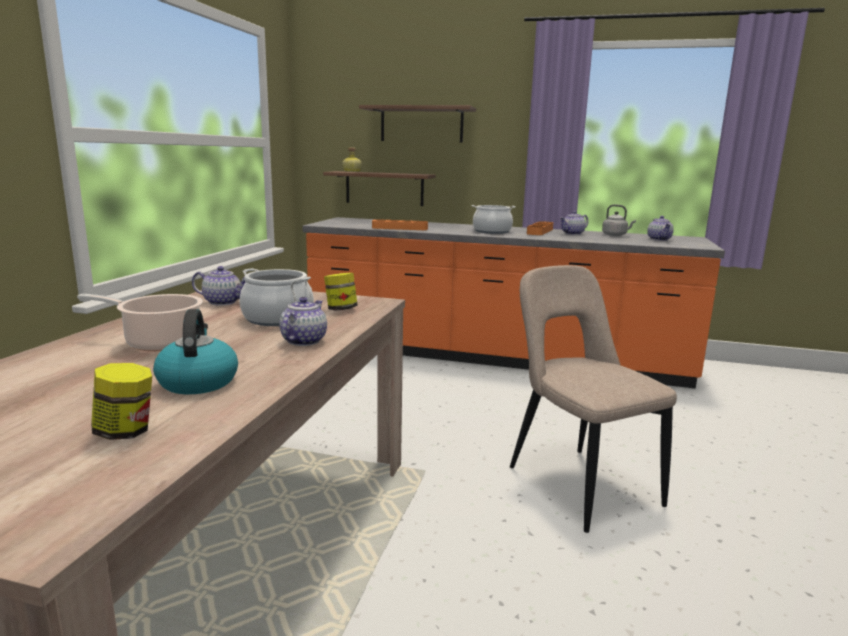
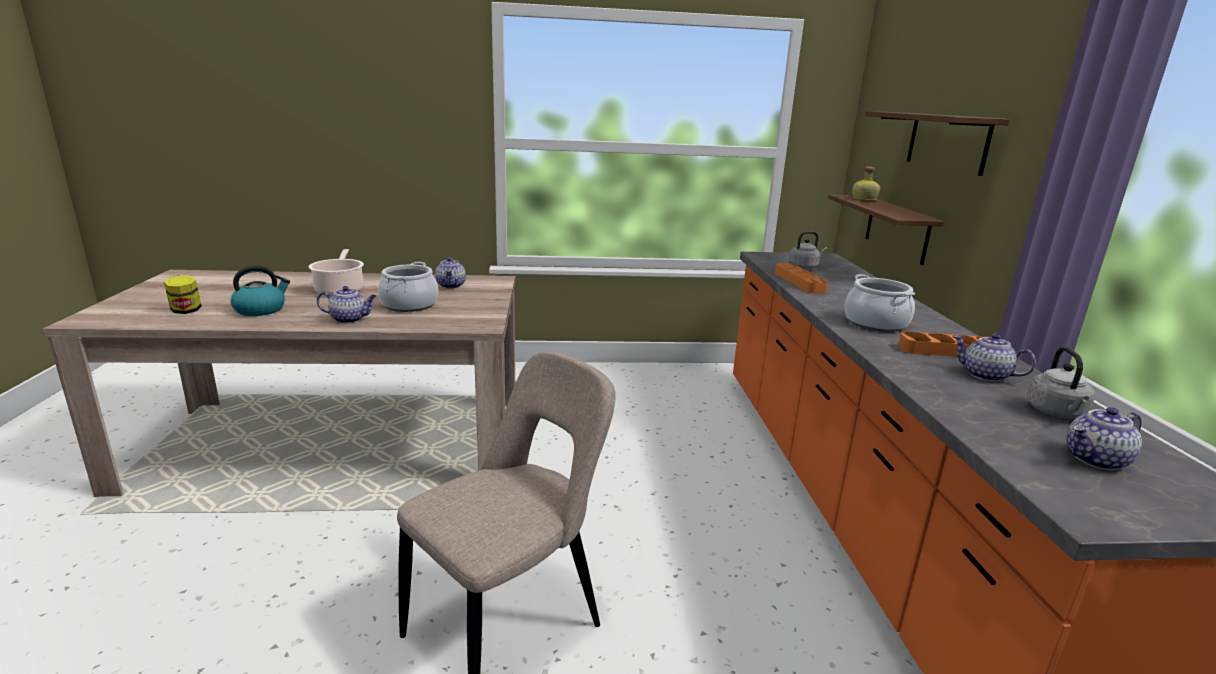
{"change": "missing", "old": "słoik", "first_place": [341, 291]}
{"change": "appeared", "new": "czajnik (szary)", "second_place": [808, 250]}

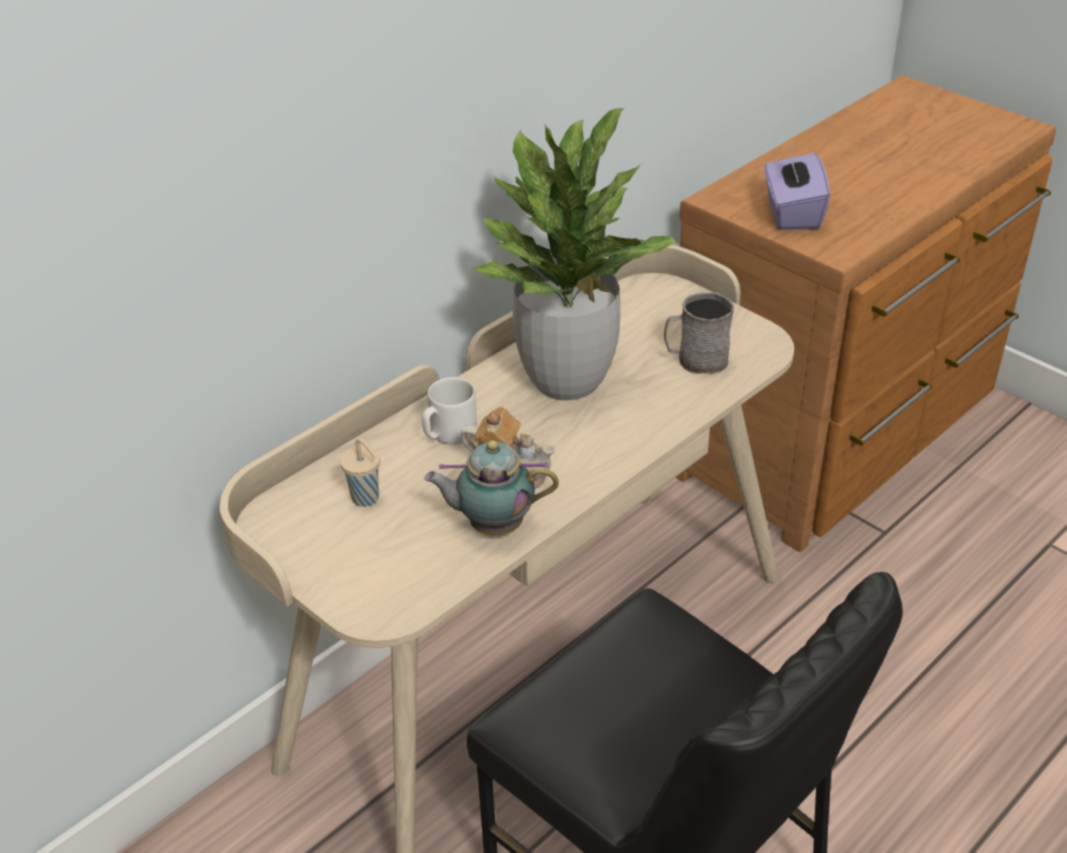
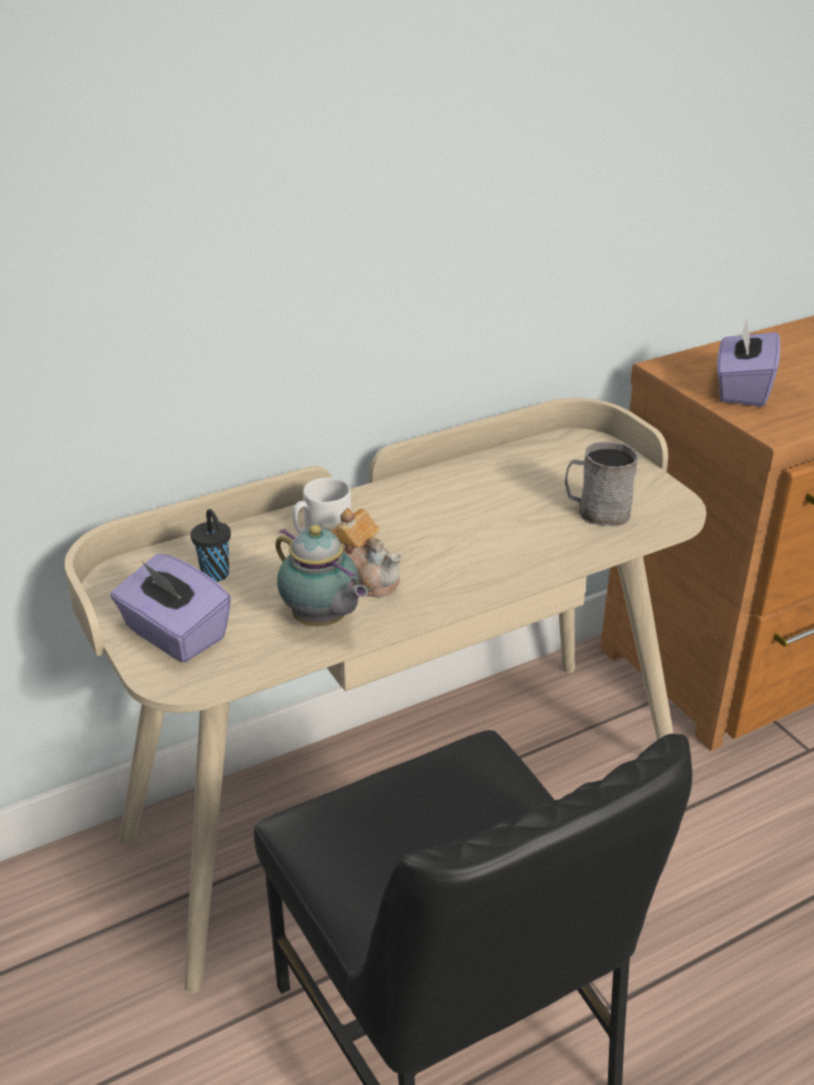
{"change": "missing", "old": "roślina doniczkowa", "first_place": [575, 254]}
{"change": "appeared", "new": "pudełko chusteczek (fioletowy)", "second_place": [170, 608]}
{"change": "colour", "old": "filiżanka (beżowy)", "new": "filiżanka (czarny)", "first_place": [360, 472], "second_place": [210, 545]}
{"change": "spun", "old": "imbryk", "first_place": [491, 488], "second_place": [321, 576], "degrees": -150}

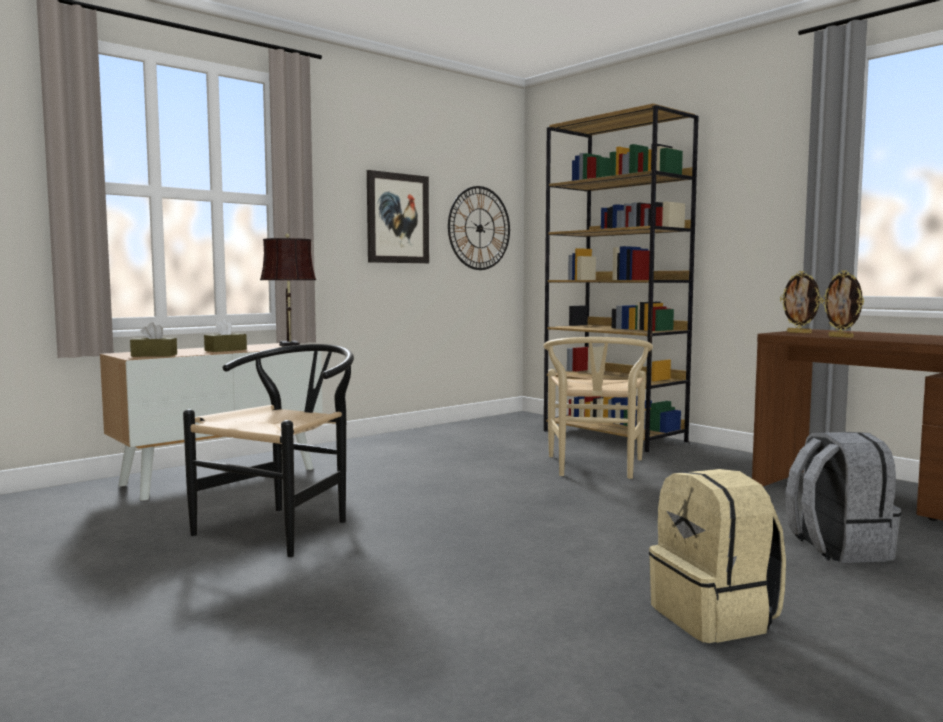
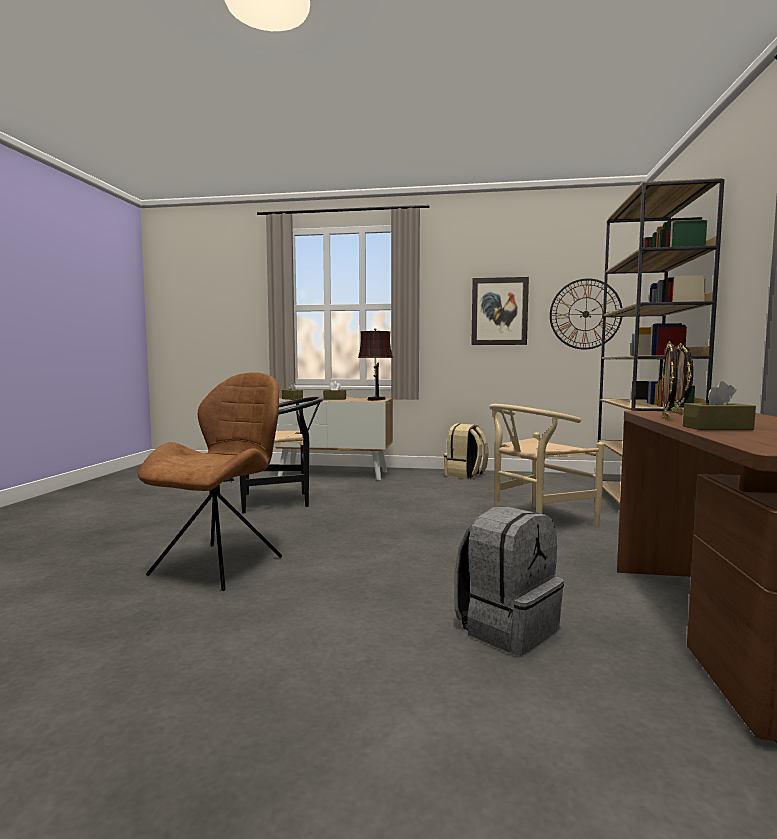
{"change": "appeared", "new": "krzesło (brązowy)", "second_place": [210, 481]}
{"change": "appeared", "new": "pudełko chusteczek (brązowy)", "second_place": [719, 405]}
{"change": "relocated", "old": "plecak (beżowy)", "first_place": [717, 556], "second_place": [466, 451]}

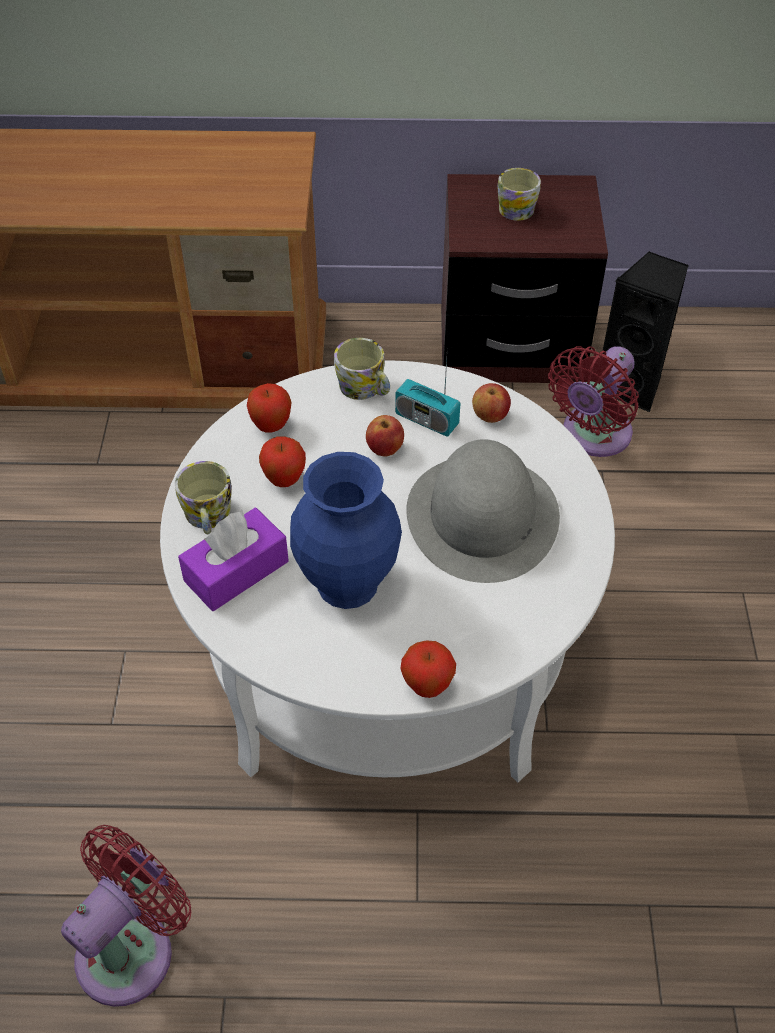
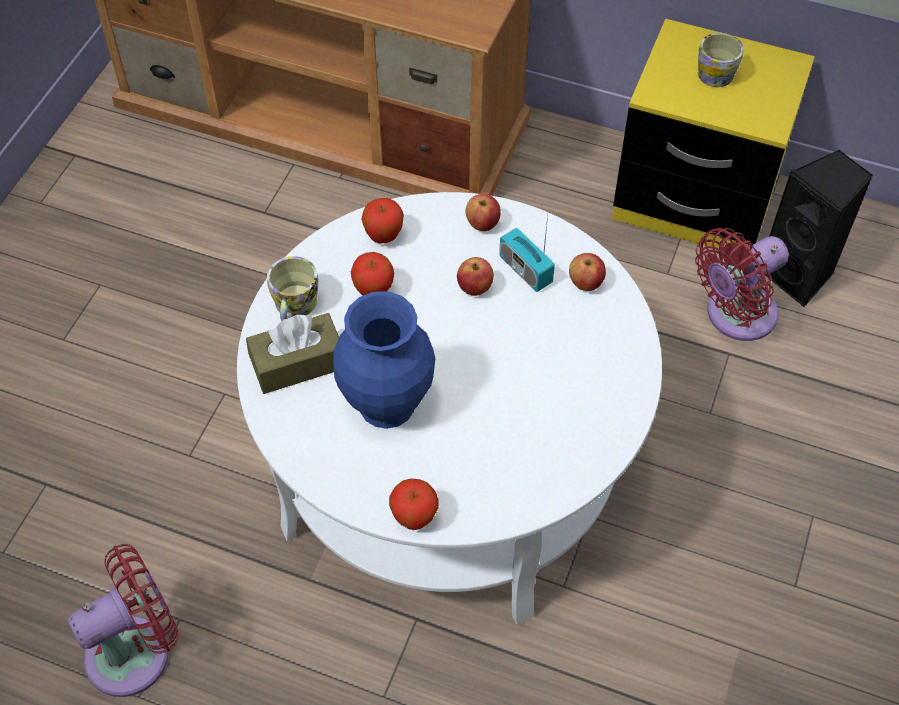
{"change": "missing", "old": "kapelusz (szary)", "first_place": [483, 511]}
{"change": "exchanged", "old": "kubek", "new": "jabłko", "first_place": [362, 369], "second_place": [483, 212]}
{"change": "colour", "old": "pudełko chusteczek (fioletowy)", "new": "pudełko chusteczek (brązowy)", "first_place": [233, 559], "second_place": [292, 353]}
{"change": "colour", "old": "szafka nocna (brązowy)", "new": "szafka nocna (żółty)", "first_place": [524, 278], "second_place": [713, 134]}

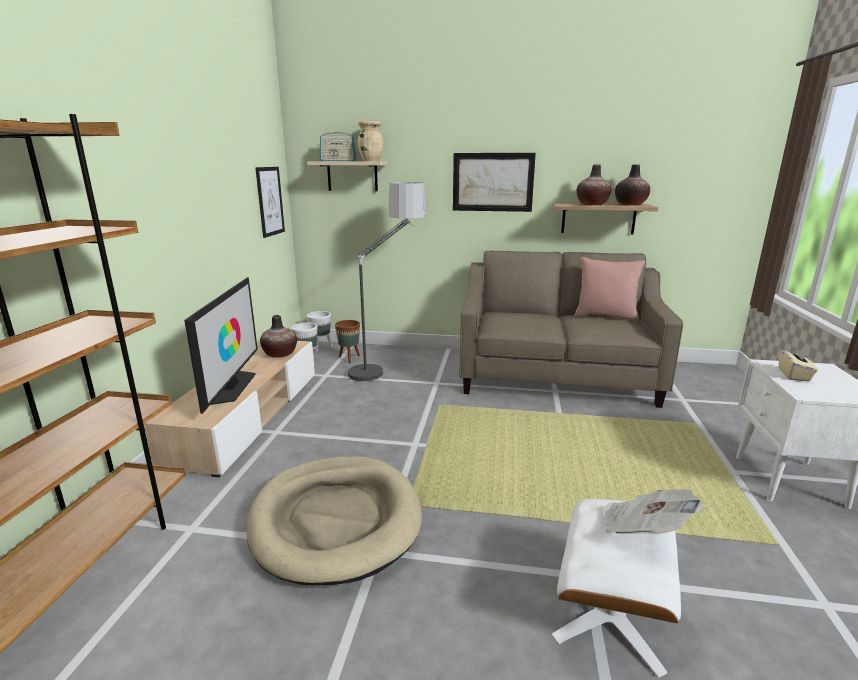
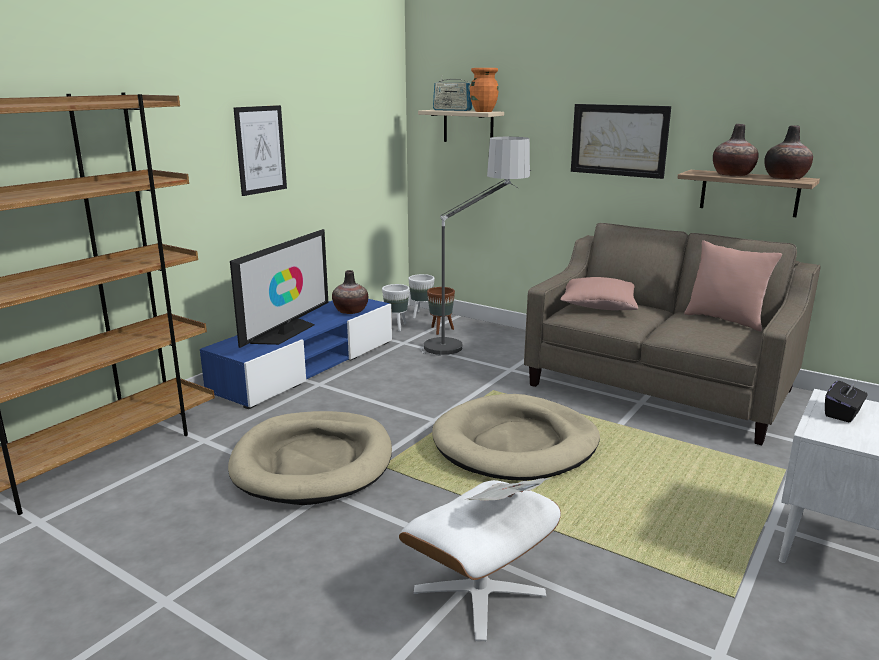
{"change": "appeared", "new": "legowisko (beżowy)", "second_place": [516, 437]}
{"change": "appeared", "new": "poduszka (różowy)", "second_place": [599, 293]}
{"change": "relocated", "old": "obraz", "first_place": [270, 202], "second_place": [260, 150]}
{"change": "colour", "old": "szafka pod telewizor (beżowy)", "new": "szafka pod telewizor (niebieski)", "first_place": [229, 409], "second_place": [296, 354]}
{"change": "colour", "old": "wazon (beżowy)", "new": "wazon (pomarańczowy)", "first_place": [370, 141], "second_place": [484, 90]}
{"change": "colour", "old": "pudełko chusteczek (beżowy)", "new": "pudełko chusteczek (czarny)", "first_place": [798, 364], "second_place": [846, 400]}

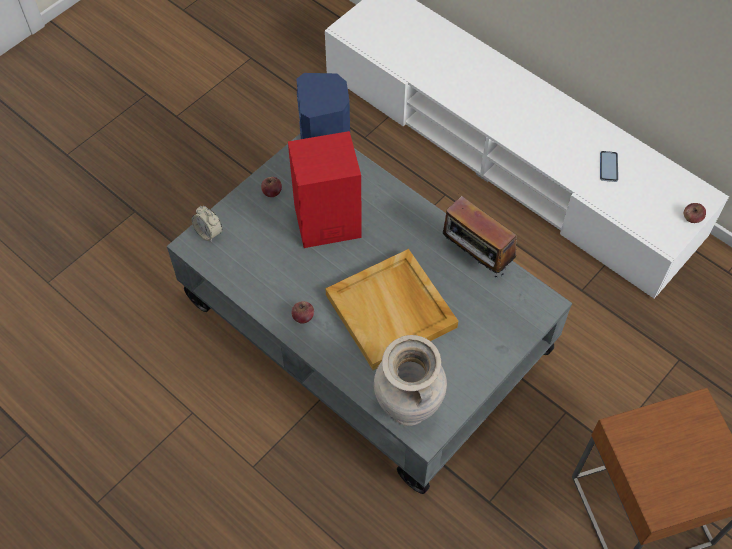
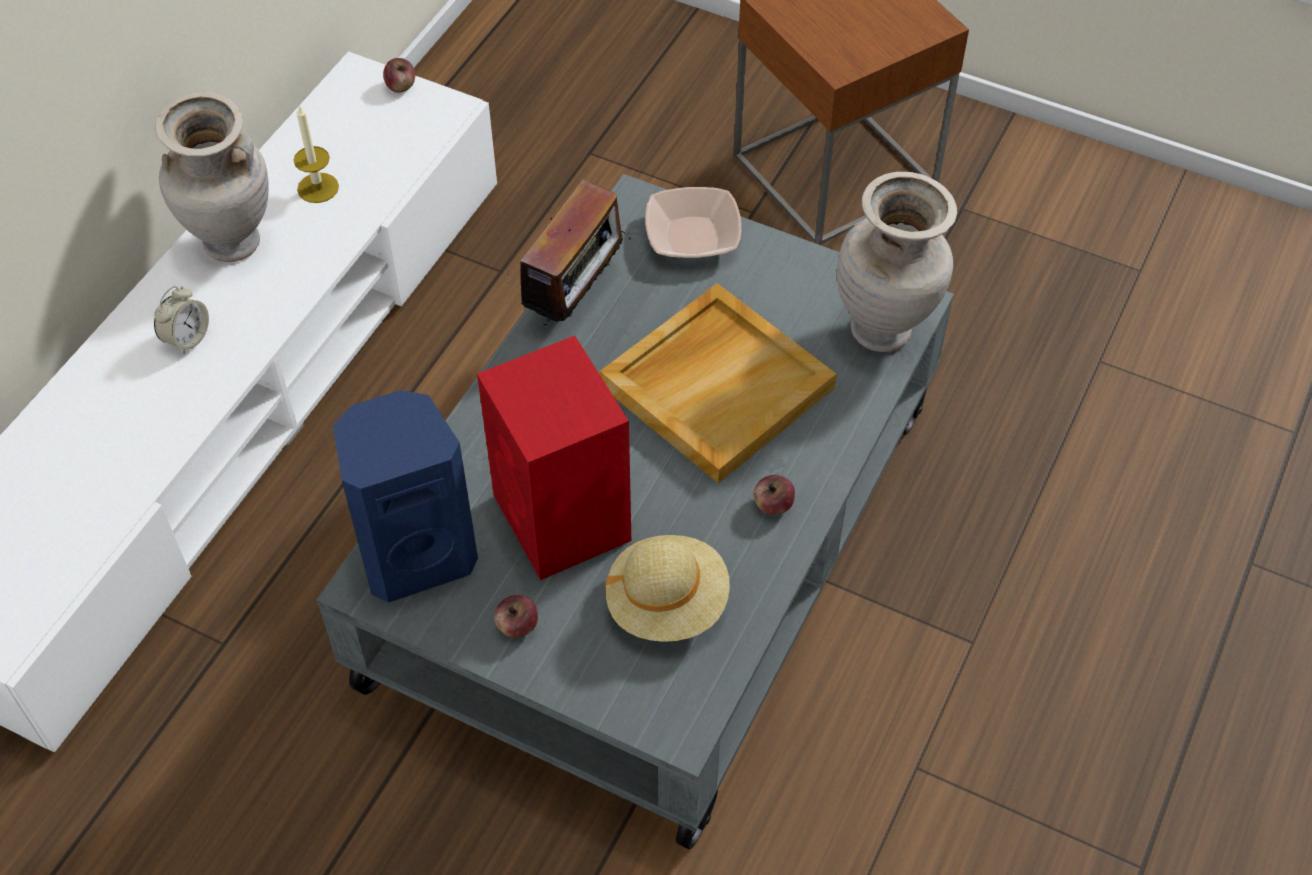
{"change": "appeared", "new": "wazon (beżowy)", "second_place": [212, 177]}
{"change": "appeared", "new": "kapelusz (beżowy)", "second_place": [667, 588]}
{"change": "appeared", "new": "miska", "second_place": [693, 222]}
{"change": "relocated", "old": "budzik", "first_place": [207, 224], "second_place": [181, 320]}
{"change": "exchanged", "old": "telefon", "new": "świeca", "first_place": [609, 166], "second_place": [316, 154]}

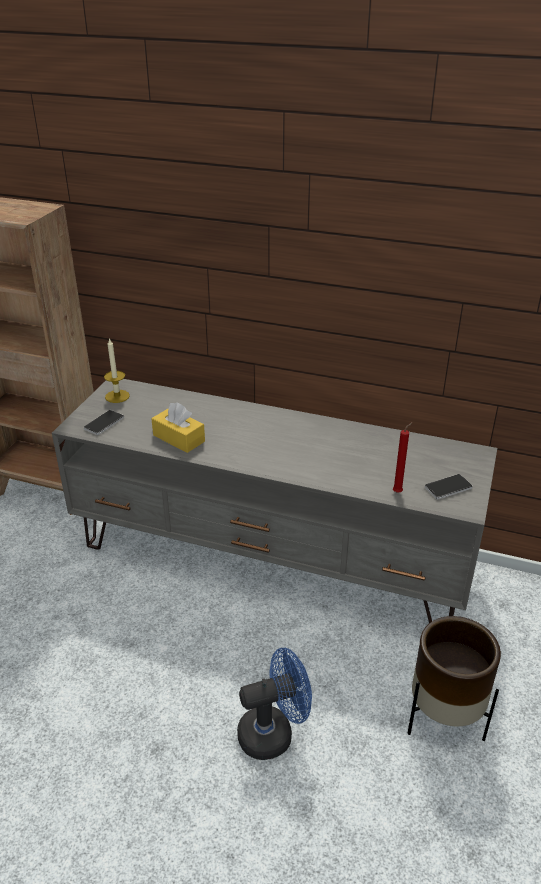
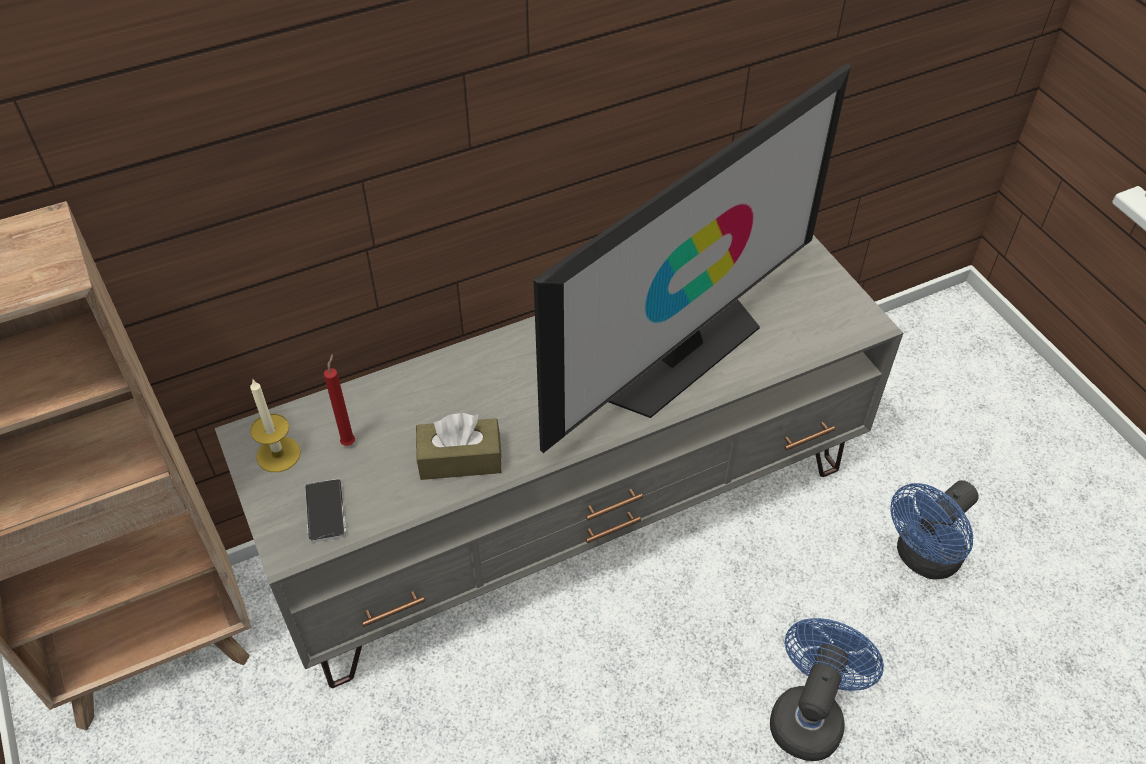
{"change": "missing", "old": "telefon", "first_place": [449, 486]}
{"change": "appeared", "new": "telewizor", "second_place": [692, 258]}
{"change": "relocated", "old": "świeca (czerwony)", "first_place": [403, 457], "second_place": [339, 400]}
{"change": "exchanged", "old": "donica (brązowy)", "new": "wentylator (niebieski)", "first_place": [454, 678], "second_place": [935, 530]}
{"change": "colour", "old": "pudełko chusteczek (żółty)", "new": "pudełko chusteczek (brązowy)", "first_place": [178, 427], "second_place": [459, 446]}

